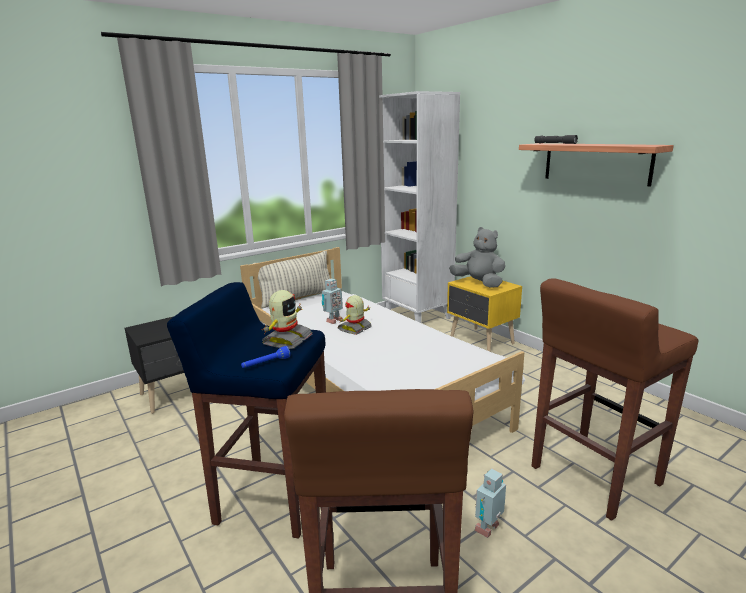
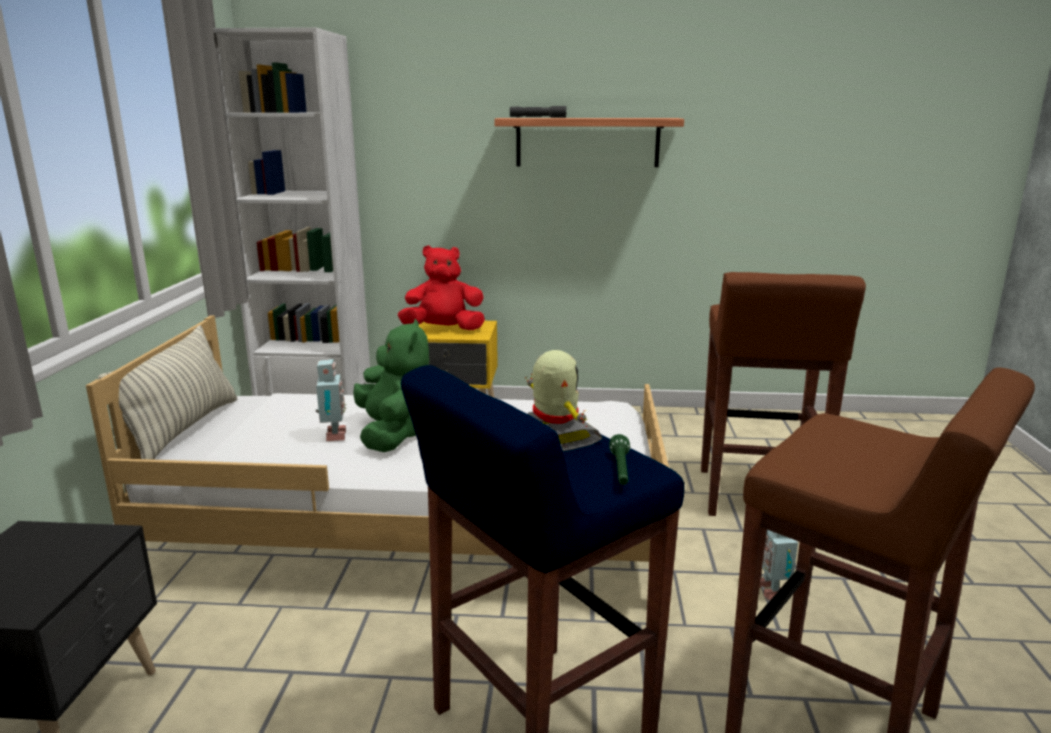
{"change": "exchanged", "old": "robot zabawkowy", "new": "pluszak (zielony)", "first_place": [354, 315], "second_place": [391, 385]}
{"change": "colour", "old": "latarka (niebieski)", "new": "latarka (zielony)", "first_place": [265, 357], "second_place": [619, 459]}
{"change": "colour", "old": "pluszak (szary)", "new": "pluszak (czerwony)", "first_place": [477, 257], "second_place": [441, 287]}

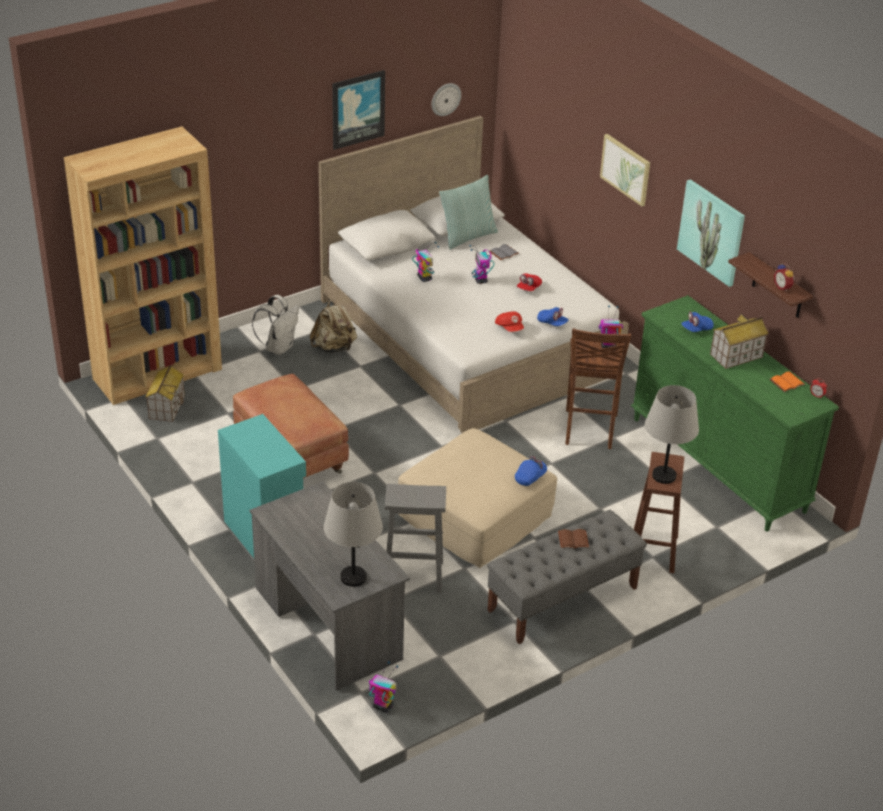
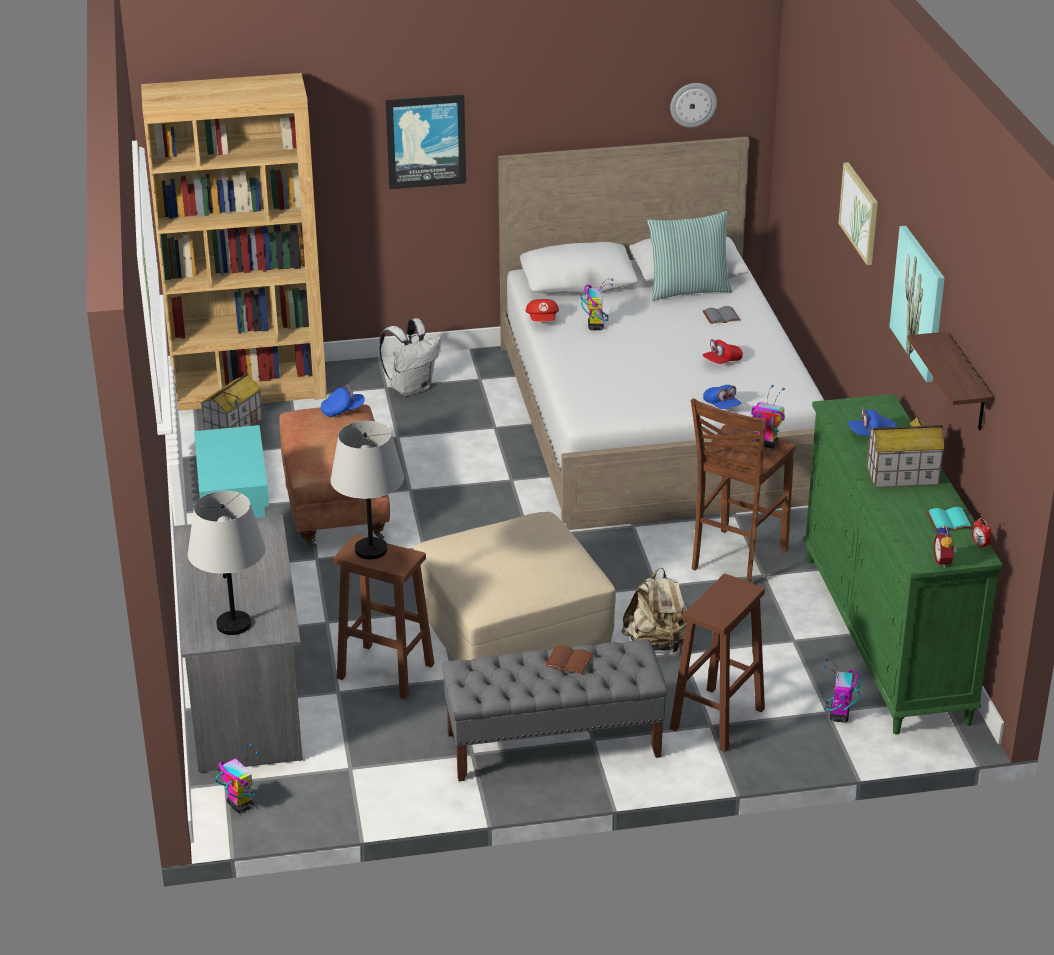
{"change": "relocated", "old": "plecak (beżowy)", "first_place": [333, 326], "second_place": [654, 610]}
{"change": "relocated", "old": "obraz", "first_place": [358, 110], "second_place": [425, 142]}
{"change": "relocated", "old": "robot zabawkowy", "first_place": [481, 264], "second_place": [842, 690]}
{"change": "relocated", "old": "czapka z daszkiem (czerwony)", "first_place": [509, 321], "second_place": [542, 310]}
{"change": "relocated", "old": "czapka z daszkiem (niebieski)", "first_place": [531, 471], "second_place": [343, 400]}
{"change": "relocated", "old": "lampa stołowa (szary)", "first_place": [672, 434], "second_place": [367, 490]}
{"change": "relocated", "old": "budzik", "first_place": [784, 277], "second_place": [945, 546]}
{"change": "colour", "old": "stołek (szary)", "new": "stołek (brązowy)", "first_place": [415, 538], "second_place": [384, 616]}
{"change": "colour", "old": "książka (pomarańczowy)", "new": "książka (turkusowy)", "first_place": [787, 381], "second_place": [949, 519]}

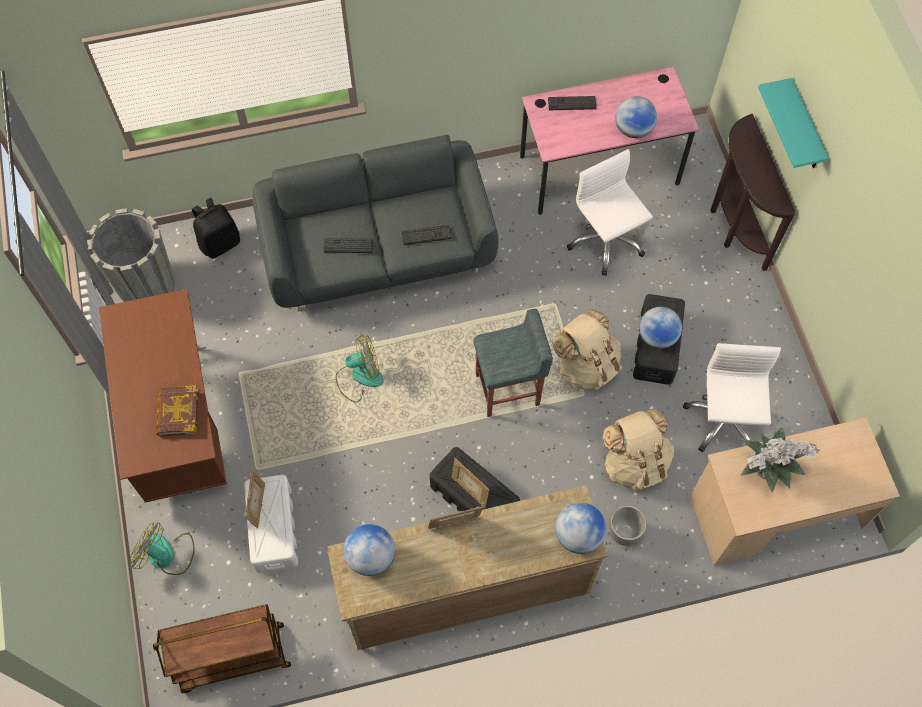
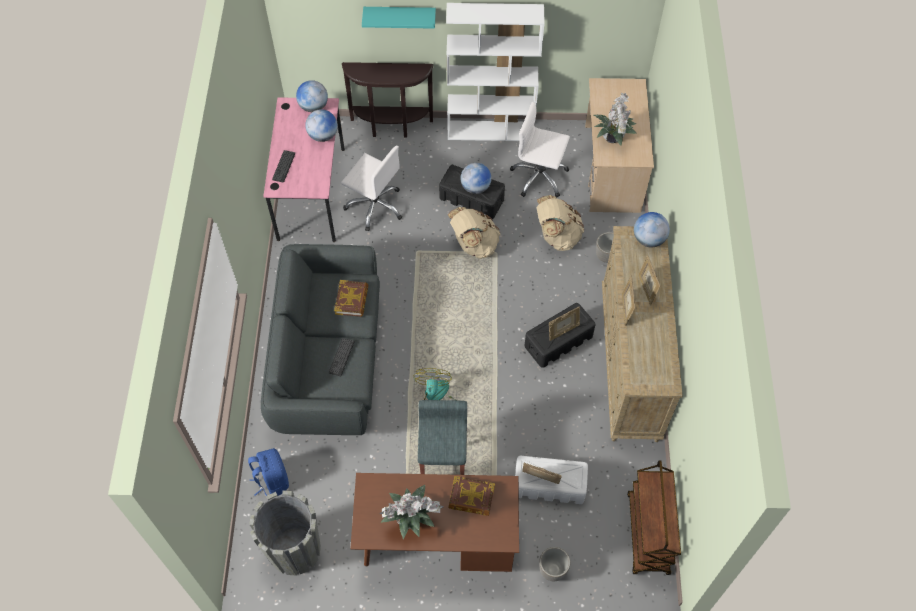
{"change": "appeared", "new": "roślina doniczkowa", "second_place": [411, 512]}
{"change": "appeared", "new": "regał (biały)", "second_place": [495, 72]}
{"change": "appeared", "new": "ramka na zdjęcie", "second_place": [649, 280]}
{"change": "relocated", "old": "globus", "first_place": [369, 550], "second_place": [312, 96]}
{"change": "relocated", "old": "stołek (szary)", "first_place": [513, 363], "second_place": [442, 437]}
{"change": "exchanged", "old": "wentylator", "new": "donica", "first_place": [162, 549], "second_place": [554, 564]}
{"change": "exchanged", "old": "klawiatura", "new": "książka", "first_place": [427, 235], "second_place": [351, 298]}
{"change": "colour", "old": "plecak (czarny)", "new": "plecak (niebieski)", "first_place": [216, 228], "second_place": [268, 472]}
{"change": "spun", "old": "krzesło biurowe (biały)", "first_place": [610, 212], "second_place": [371, 188], "degrees": -135}

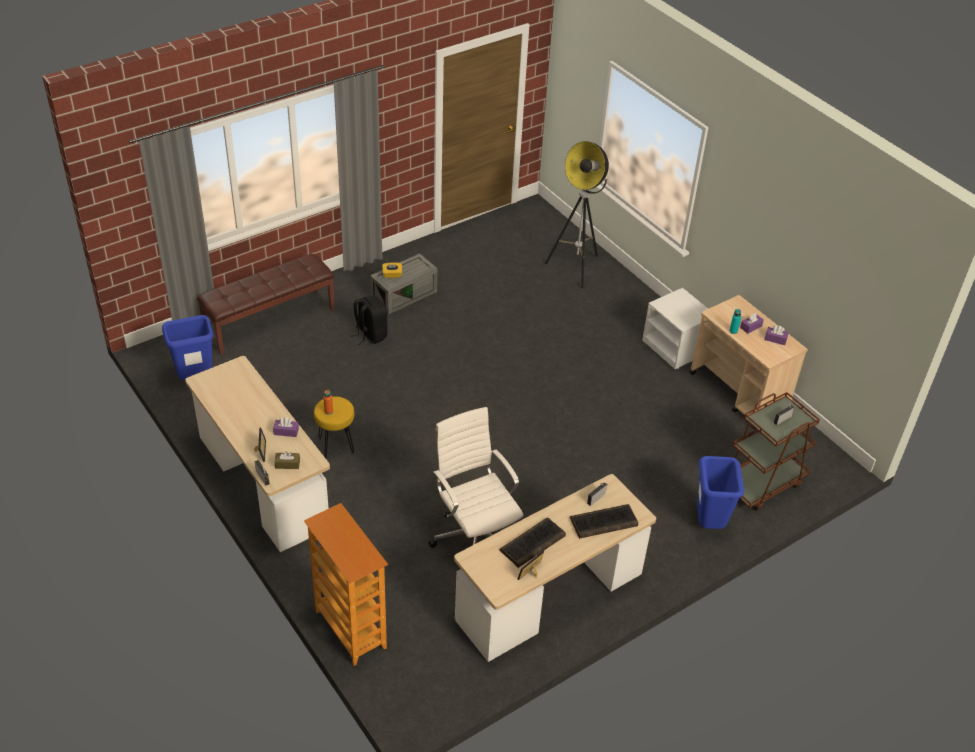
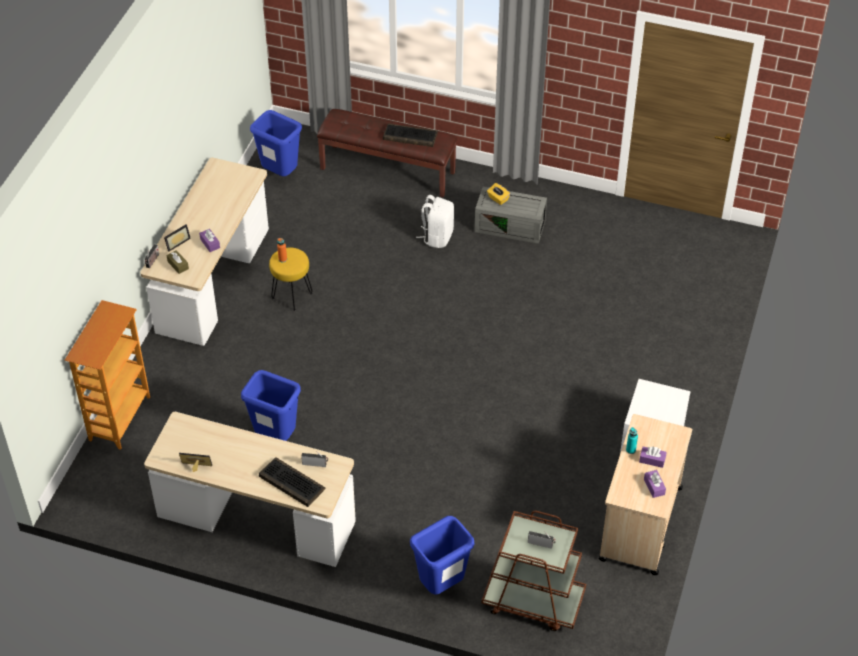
{"change": "missing", "old": "lampa stojąca", "first_place": [577, 214]}
{"change": "relocated", "old": "klawiatura", "first_place": [533, 542], "second_place": [410, 135]}
{"change": "exchanged", "old": "krzesło biurowe (biały)", "new": "kosz na śmieci (niebieski)", "first_place": [475, 477], "second_place": [271, 405]}
{"change": "colour", "old": "plecak (czarny)", "new": "plecak (biały)", "first_place": [369, 320], "second_place": [435, 221]}

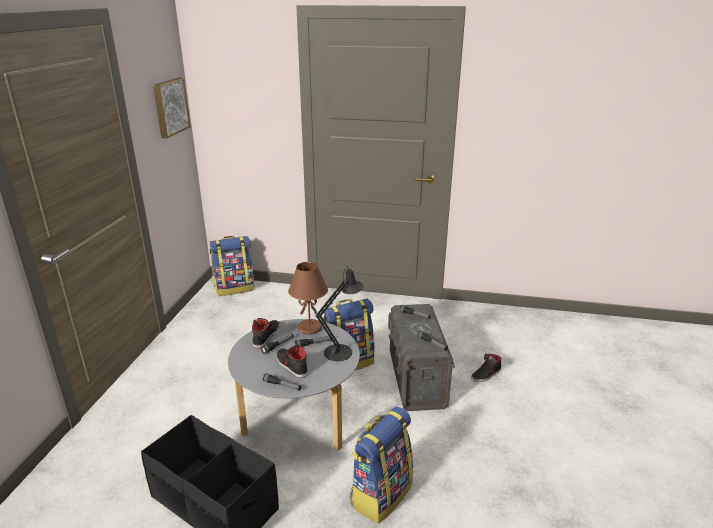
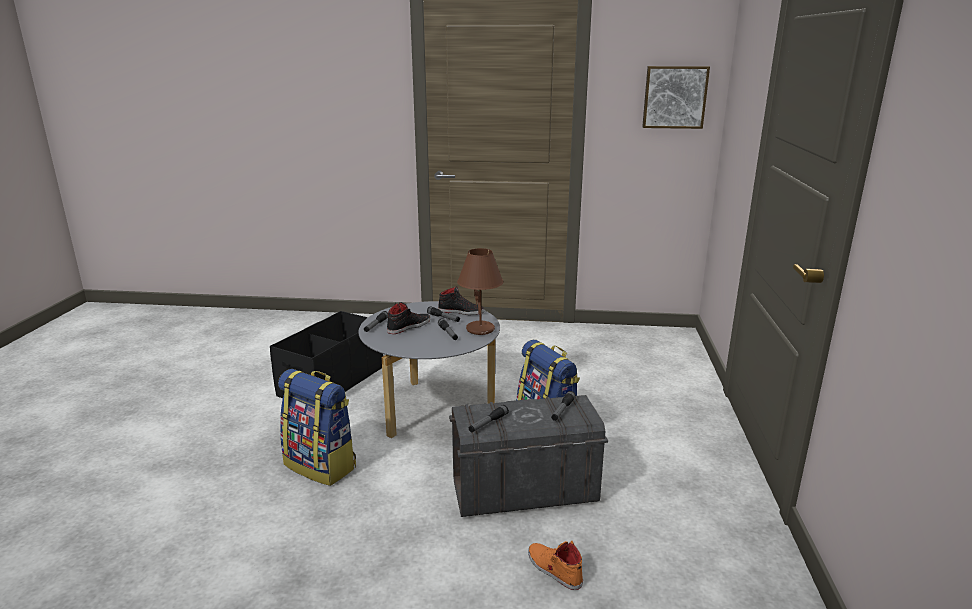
{"change": "missing", "old": "plecak", "first_place": [232, 266]}
{"change": "missing", "old": "lampa stołowa (czarny)", "first_place": [339, 313]}
{"change": "colour", "old": "but (czarny)", "new": "but (pomarańczowy)", "first_place": [486, 368], "second_place": [555, 565]}

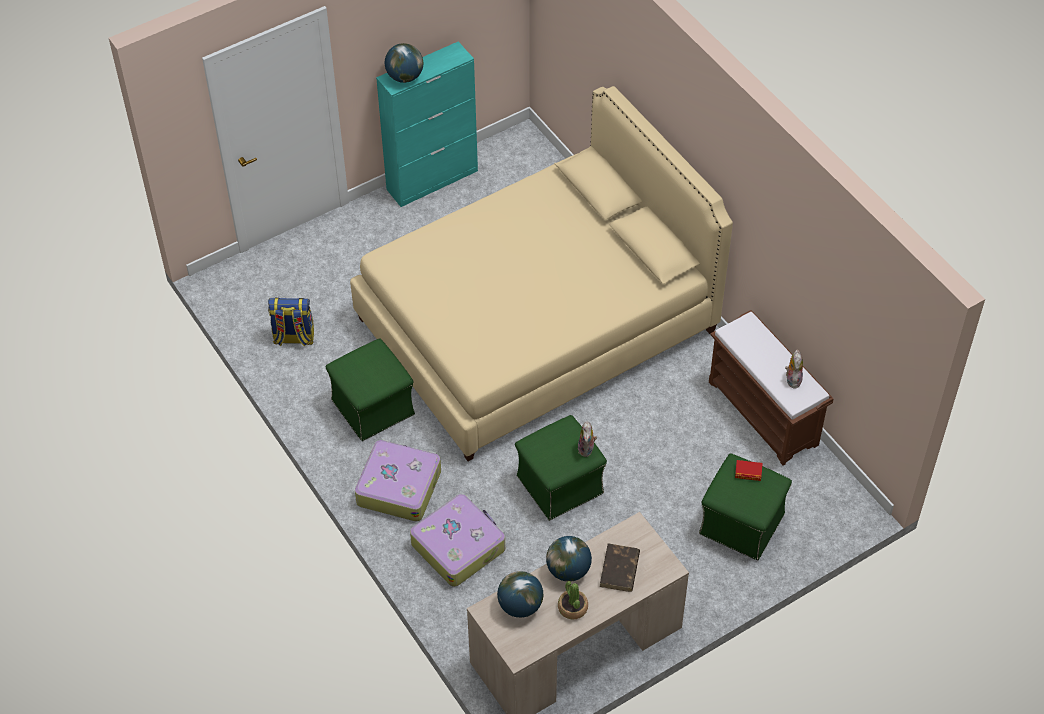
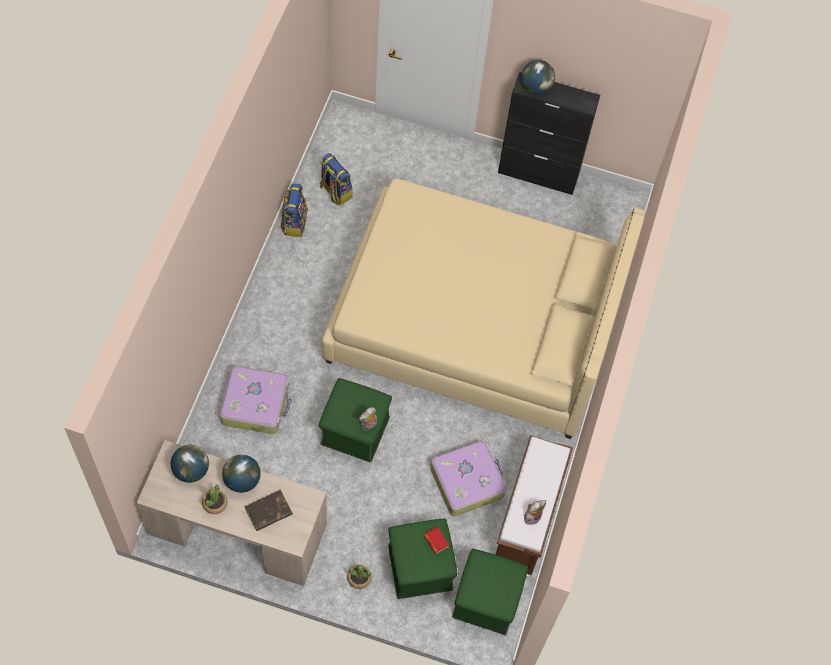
{"change": "appeared", "new": "plecak", "second_place": [294, 210]}
{"change": "appeared", "new": "roślina doniczkowa", "second_place": [359, 576]}
{"change": "relocated", "old": "pufa (zielony)", "first_place": [370, 389], "second_place": [490, 592]}
{"change": "relocated", "old": "walizka", "first_place": [398, 480], "second_place": [468, 478]}
{"change": "colour", "old": "szafka (turkusowy)", "new": "szafka (czarny)", "first_place": [427, 124], "second_place": [549, 133]}

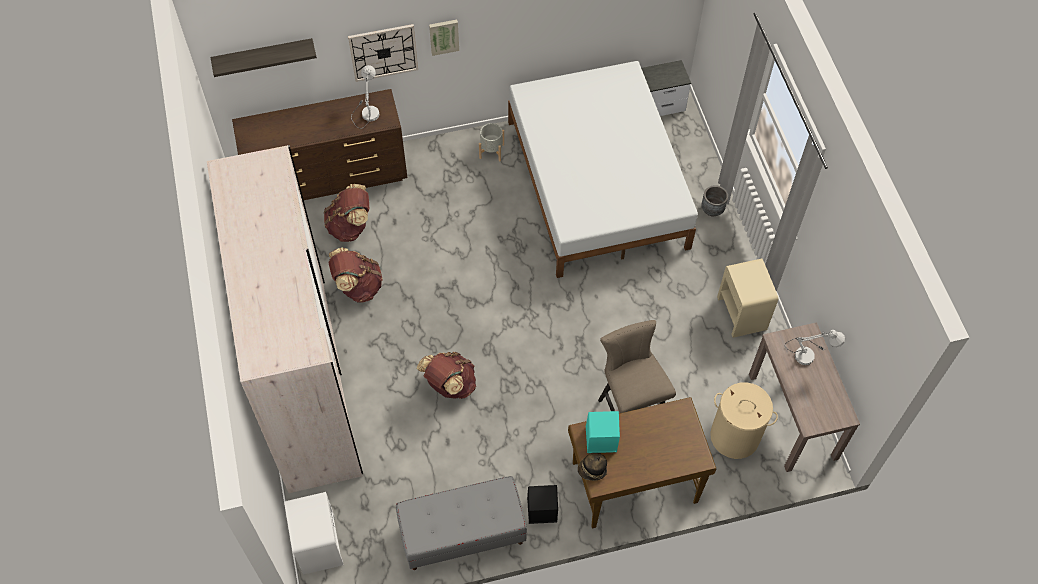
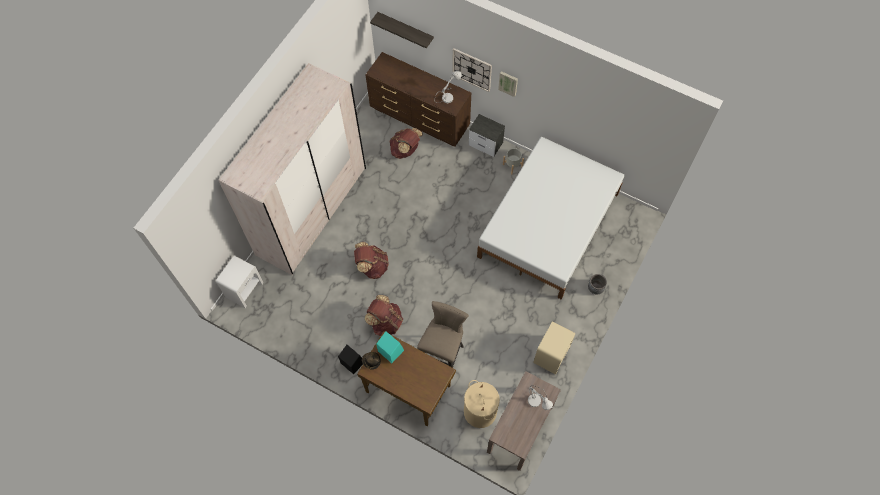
{"change": "missing", "old": "ławka (szary)", "first_place": [461, 523]}
{"change": "relocated", "old": "plecak (brązowy)", "first_place": [355, 274], "second_place": [384, 315]}
{"change": "relocated", "old": "szafka nocna", "first_place": [666, 88], "second_place": [487, 135]}

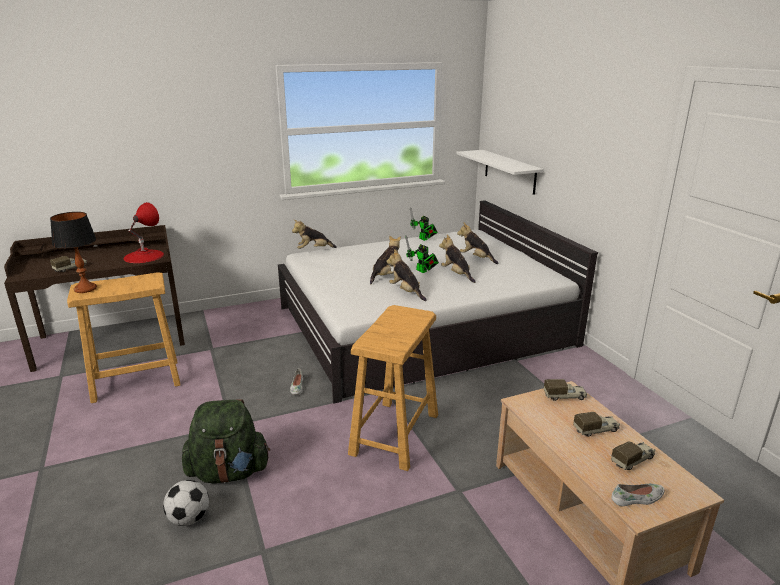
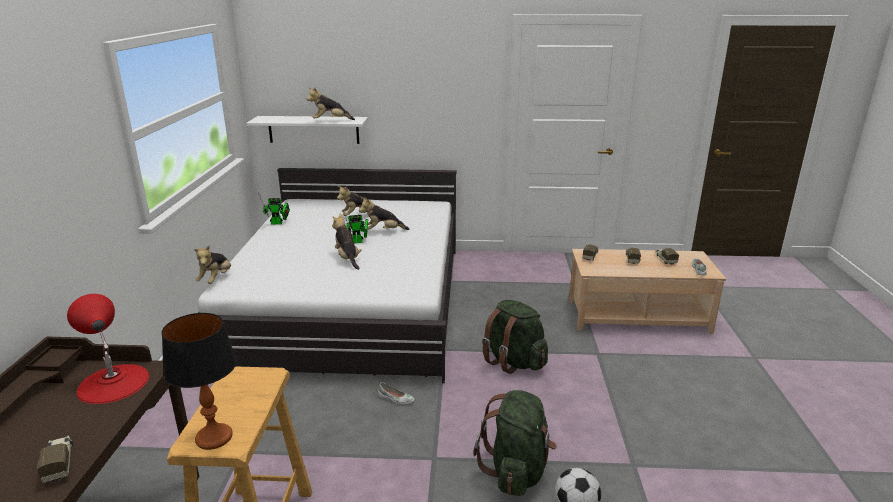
{"change": "relocated", "old": "pluszak", "first_place": [406, 275], "second_place": [331, 103]}
{"change": "exchanged", "old": "stołek (beżowy)", "new": "plecak (zielony)", "first_place": [393, 388], "second_place": [515, 337]}

